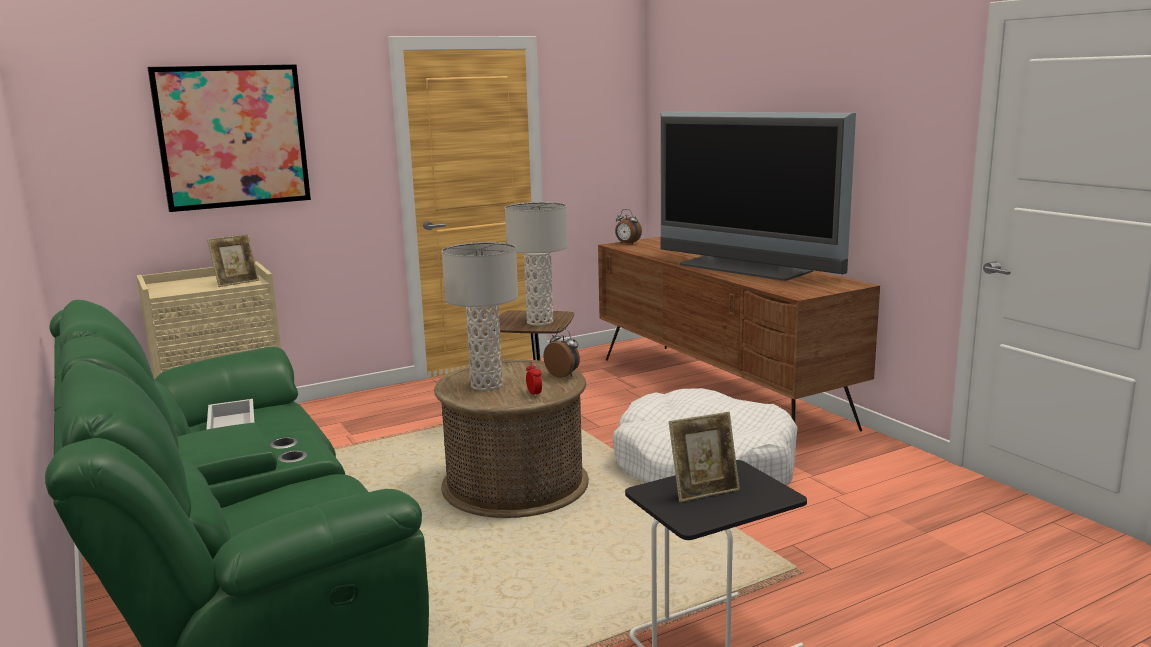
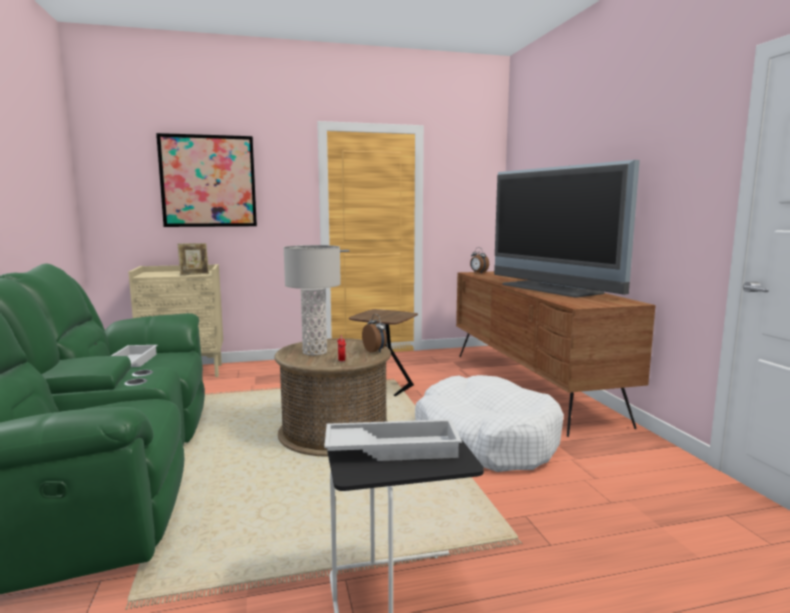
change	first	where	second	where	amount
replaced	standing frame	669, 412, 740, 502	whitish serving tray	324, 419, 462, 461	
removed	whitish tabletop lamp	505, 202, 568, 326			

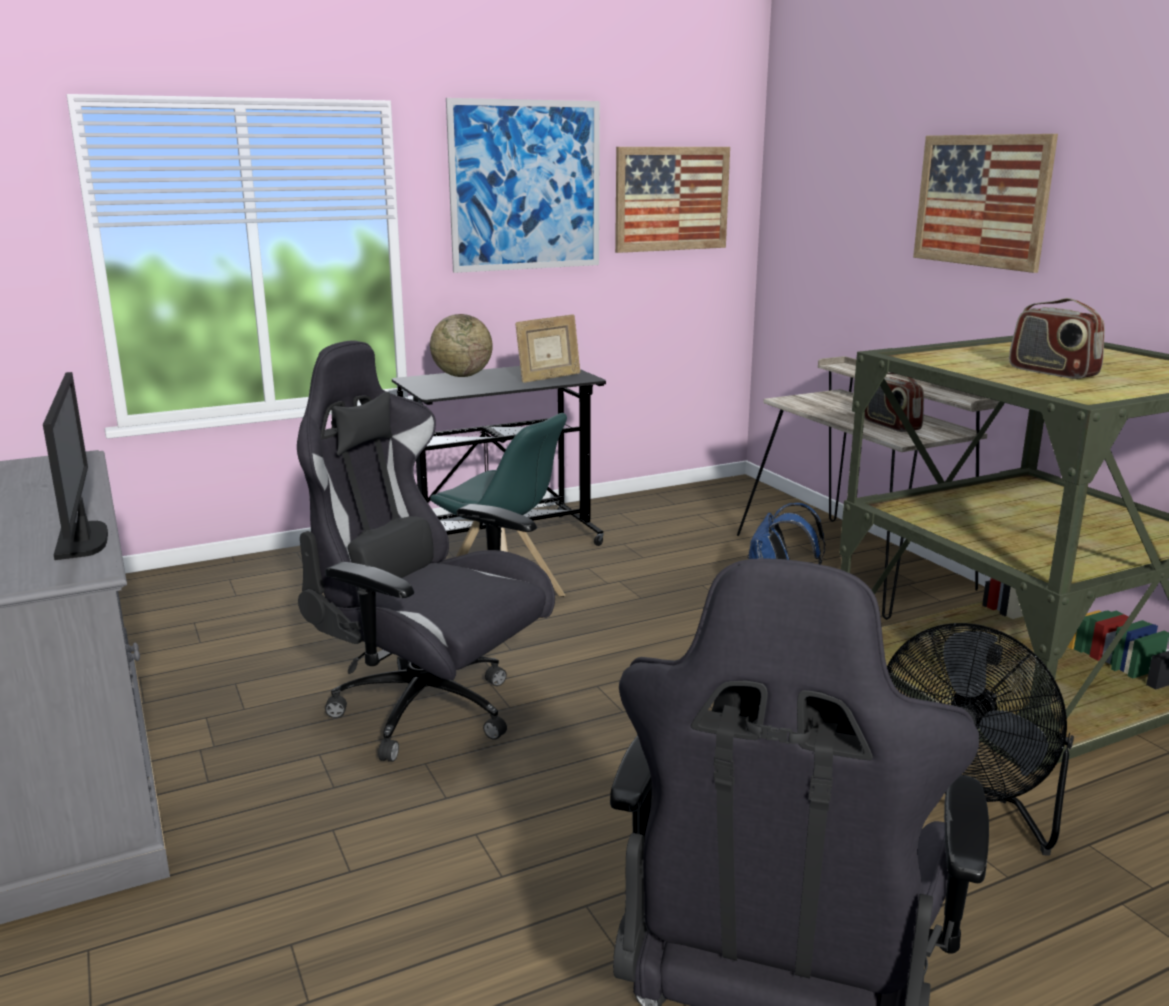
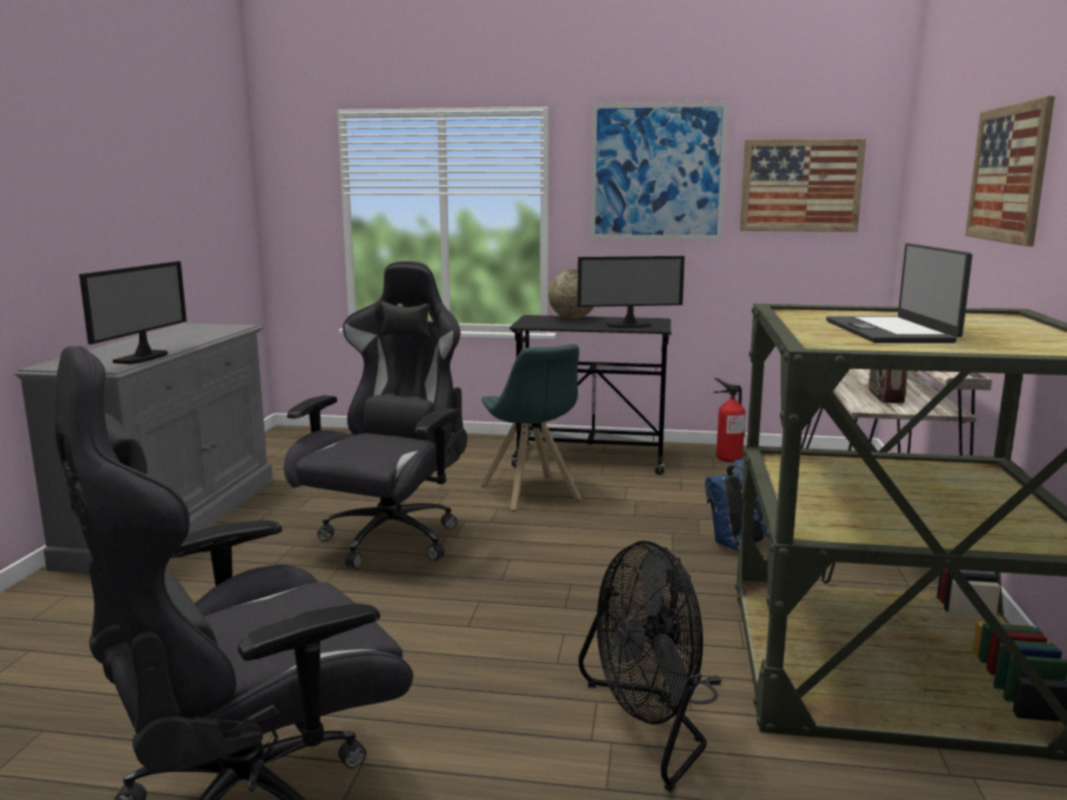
change	first	where	second	where	amount
turned	black-coloured desk chair	297, 340, 555, 762		284, 261, 467, 568	45 degrees clockwise
replaced	standing frame	515, 315, 580, 383	computer screen	577, 256, 685, 328	
added			fire extinguisher	714, 378, 745, 462	
replaced	radio set	1009, 298, 1105, 379	notebook computer	826, 243, 973, 343	

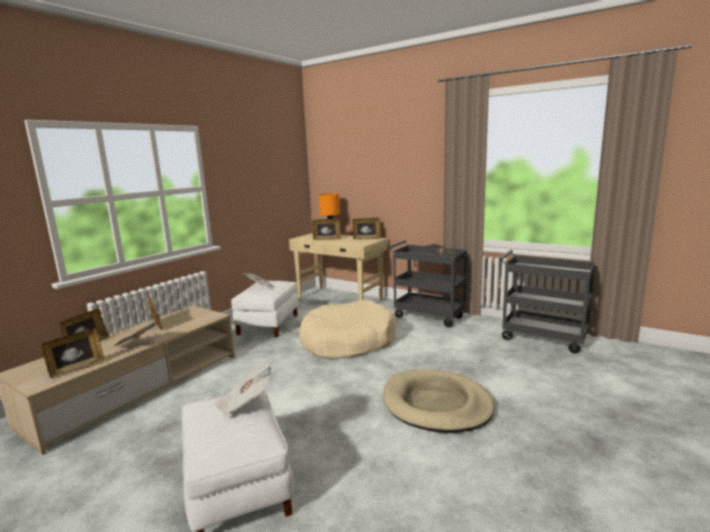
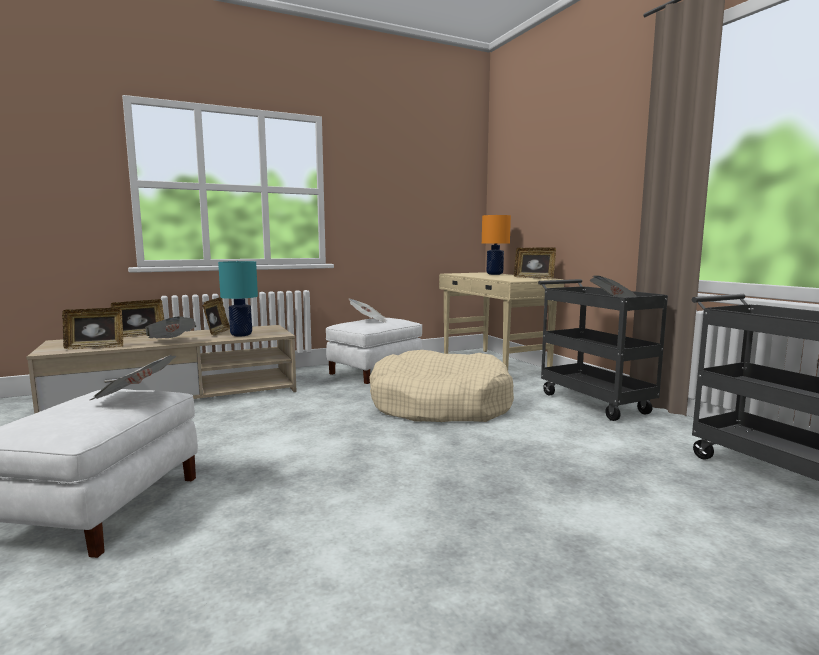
change	first	where	second	where	amount
added			turquoise tabletop lamp	218, 261, 258, 337	
removed	standing frame	312, 218, 340, 240			
removed	sand-coloured pet bed	383, 369, 495, 433			

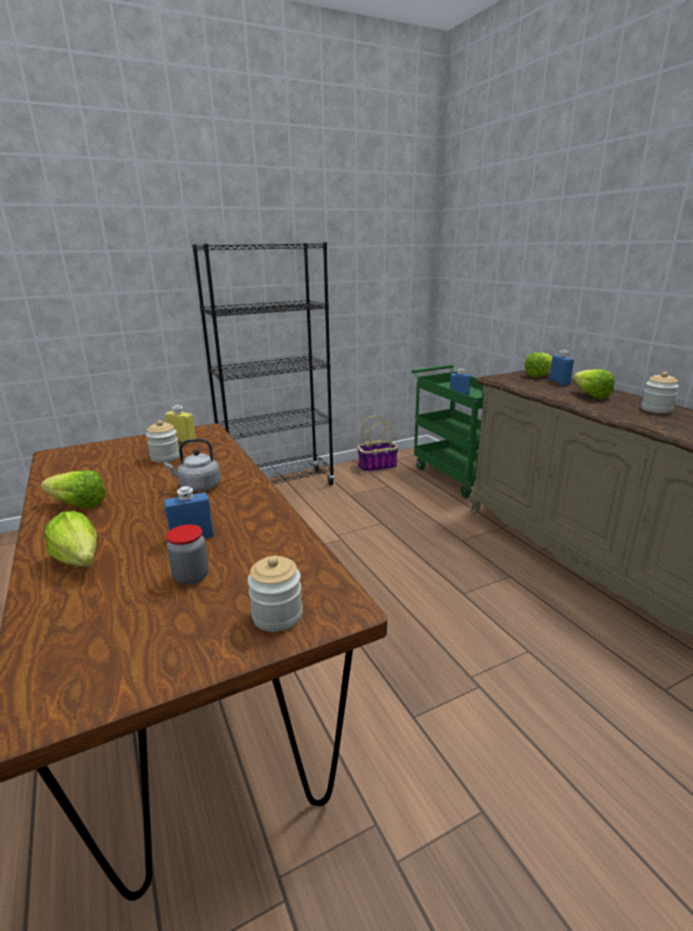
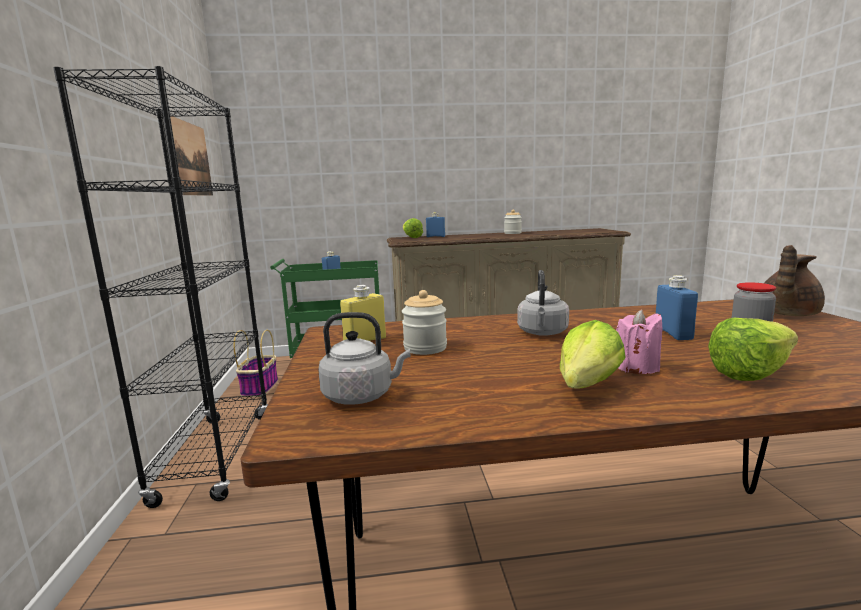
change	first	where	second	where	amount
added			picture	170, 115, 213, 196	
added			grey water kettle	318, 312, 410, 405	
added			pink-coloured candle	616, 309, 662, 374	
replaced	storage jar	248, 556, 303, 632	brown-coloured teapot	764, 245, 825, 316	
removed	head of lettuce	573, 369, 615, 399			

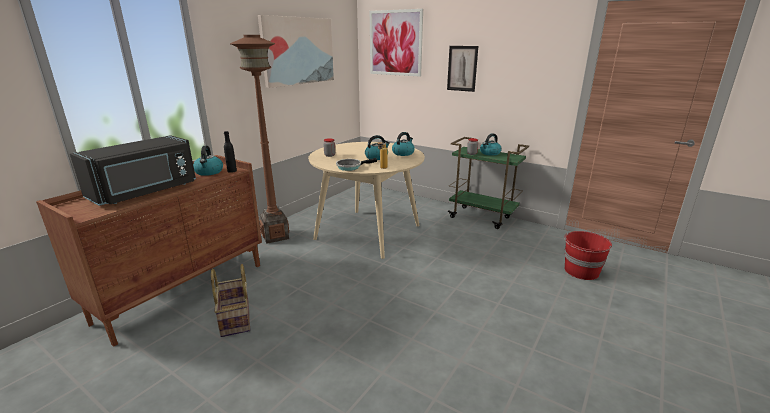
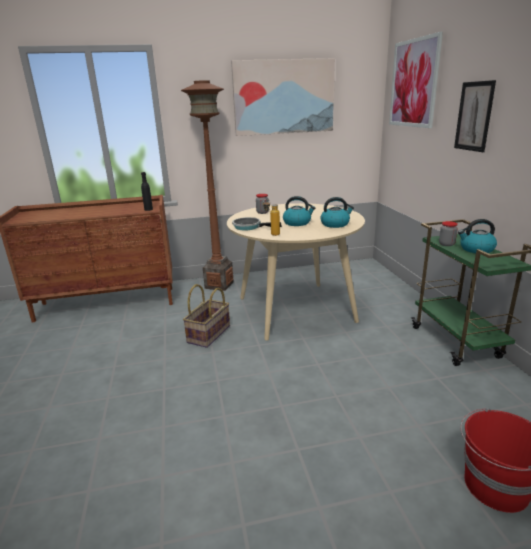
change	first	where	second	where	amount
moved	basket	211, 264, 250, 337		183, 284, 230, 348	
removed	black-coloured kitchen microwave	70, 135, 196, 206			
removed	water kettle	193, 146, 223, 176			

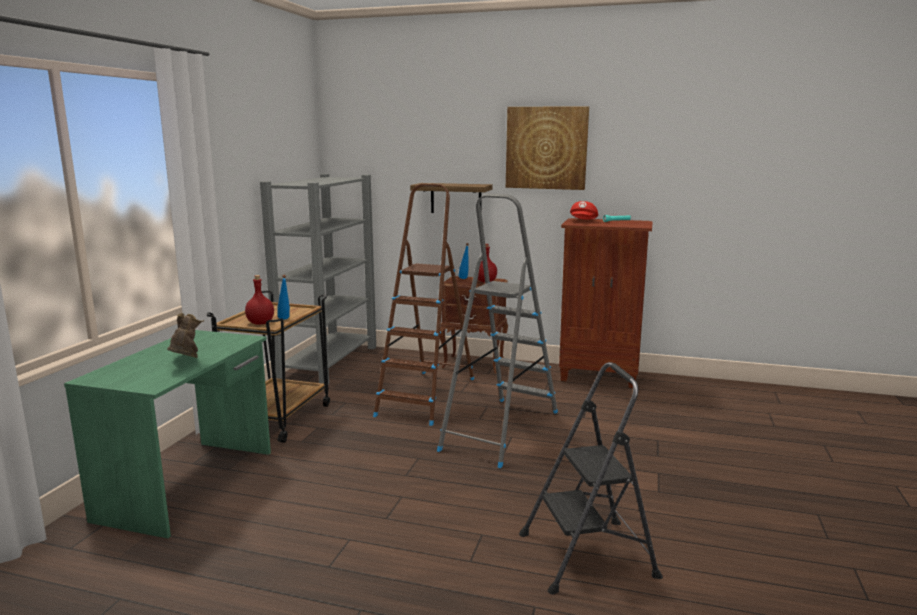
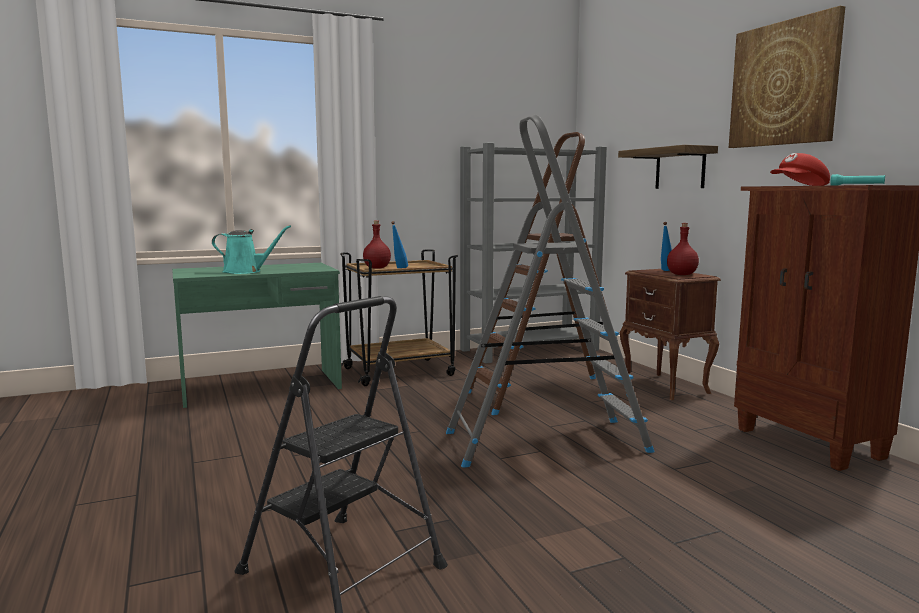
change	first	where	second	where	amount
replaced	brown-coloured tall boot	167, 313, 204, 358	turquoise sprinkling can	212, 225, 291, 274	

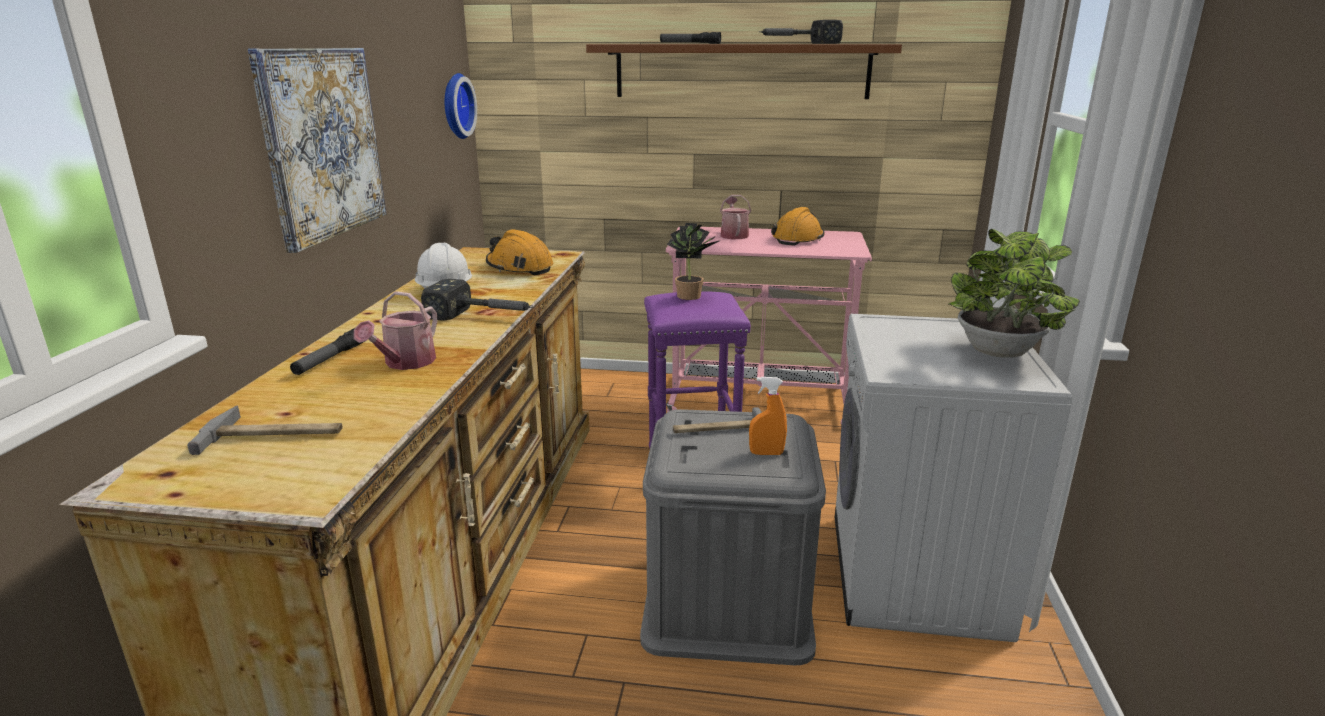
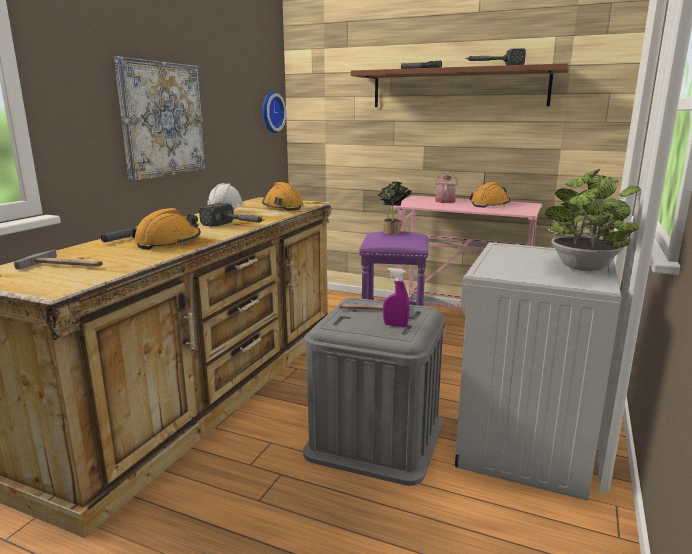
change	first	where	second	where	amount
replaced	sprinkling can	354, 291, 437, 370	orange safety helmet	132, 208, 201, 250	
recoloured	orange sprayer	749, 377, 787, 455	purplish sprayer	383, 268, 409, 327	

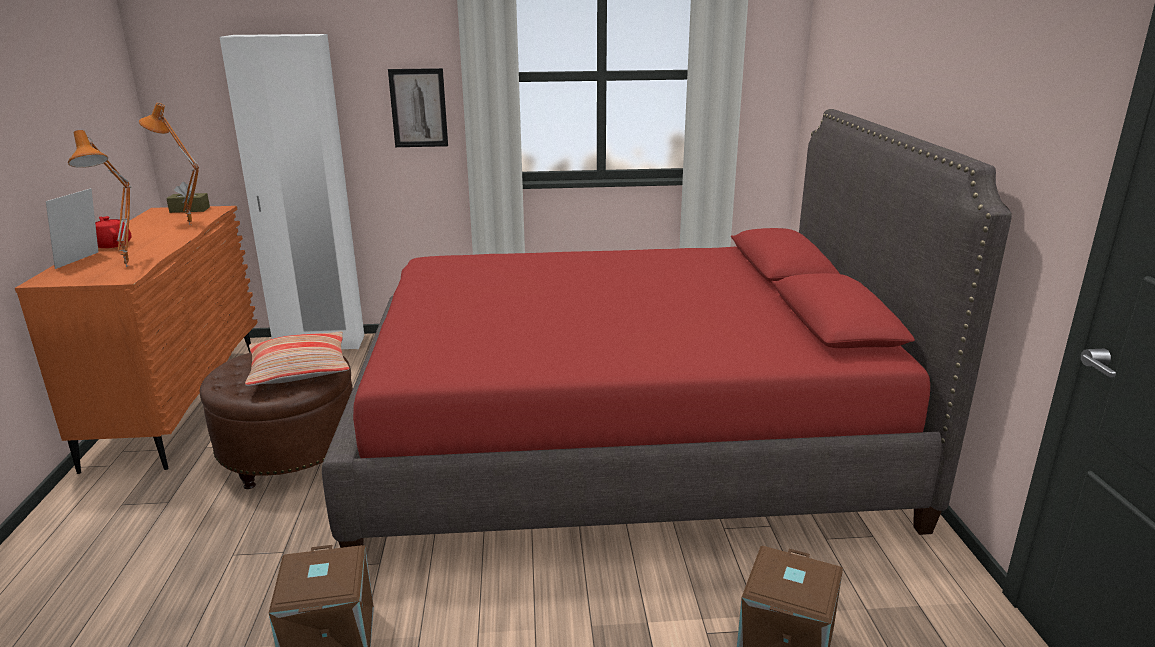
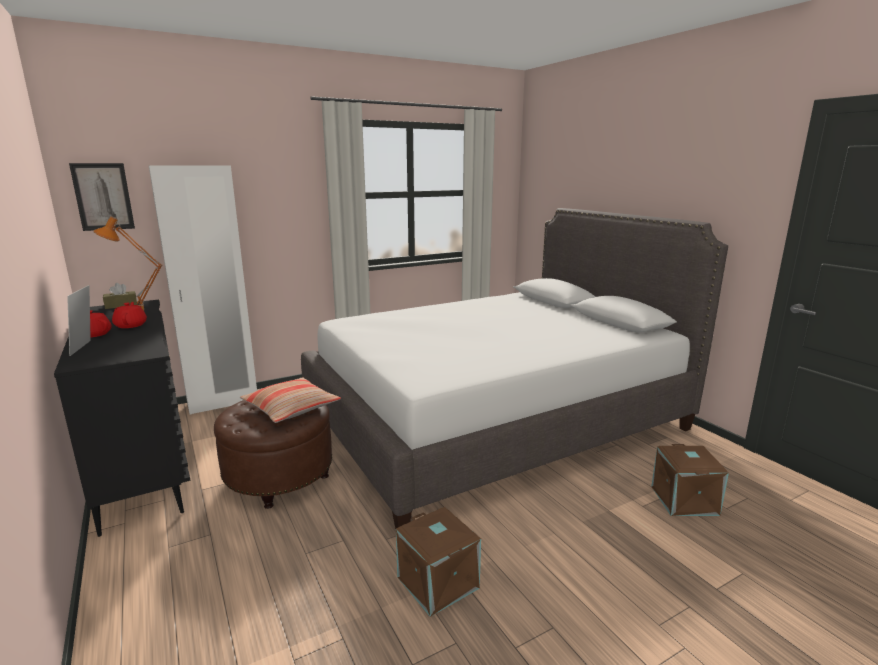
change	first	where	second	where	amount
recoloured	orange chest of drawers	15, 206, 258, 474	black-coloured chest of drawers	54, 300, 191, 537	
moved	picture	388, 68, 448, 147		69, 163, 135, 231	
added			red-coloured teapot	112, 302, 147, 328	
recoloured	red-coloured sleeping bed	322, 109, 1012, 548	whitish sleeping bed	301, 208, 728, 530	
removed	orange tabletop lamp	68, 130, 132, 267			

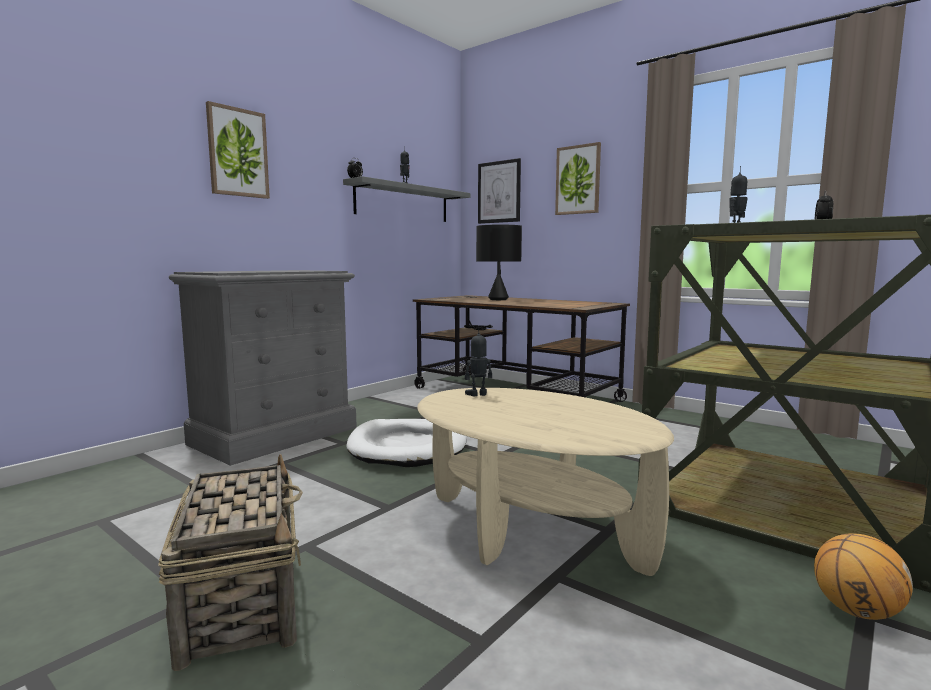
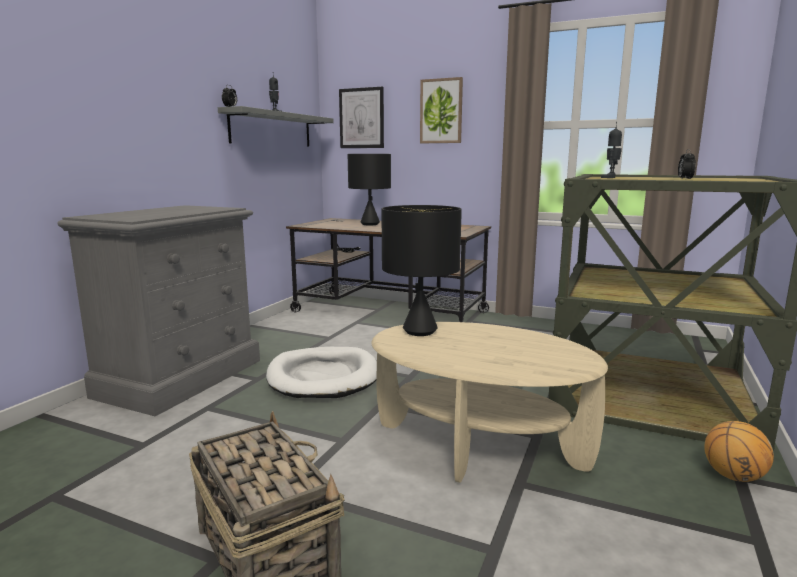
change	first	where	second	where	amount
replaced	model robot	465, 326, 492, 396	black-coloured tabletop lamp	382, 205, 462, 336	
removed	picture	206, 101, 270, 199			

